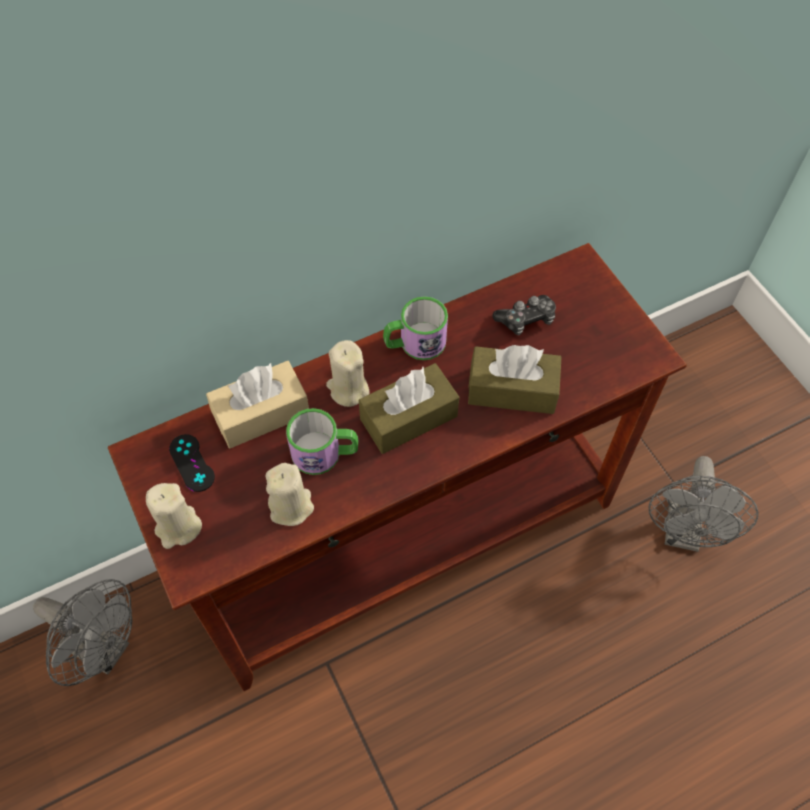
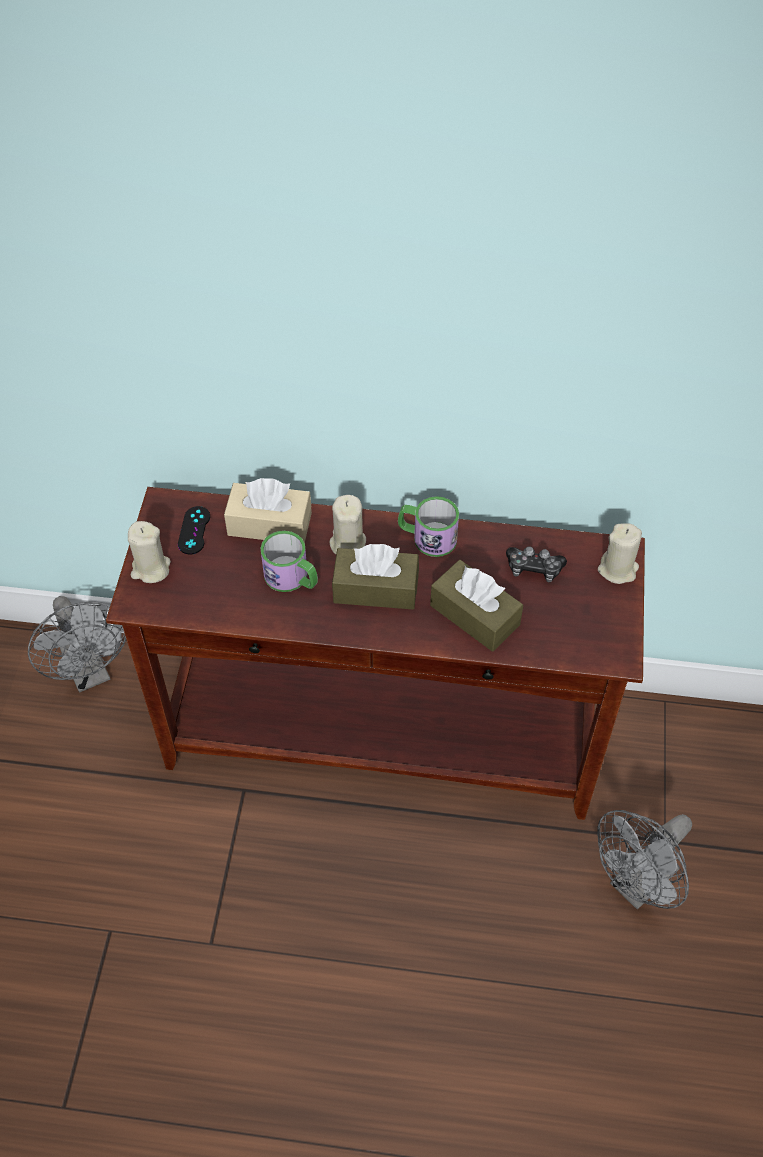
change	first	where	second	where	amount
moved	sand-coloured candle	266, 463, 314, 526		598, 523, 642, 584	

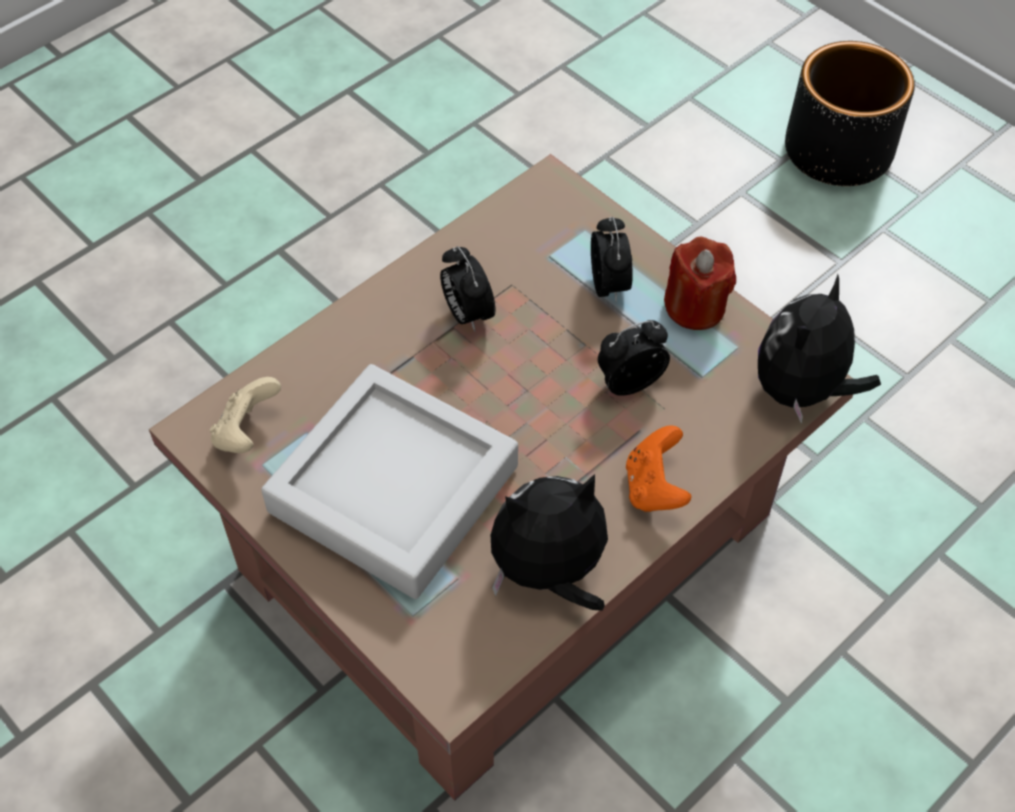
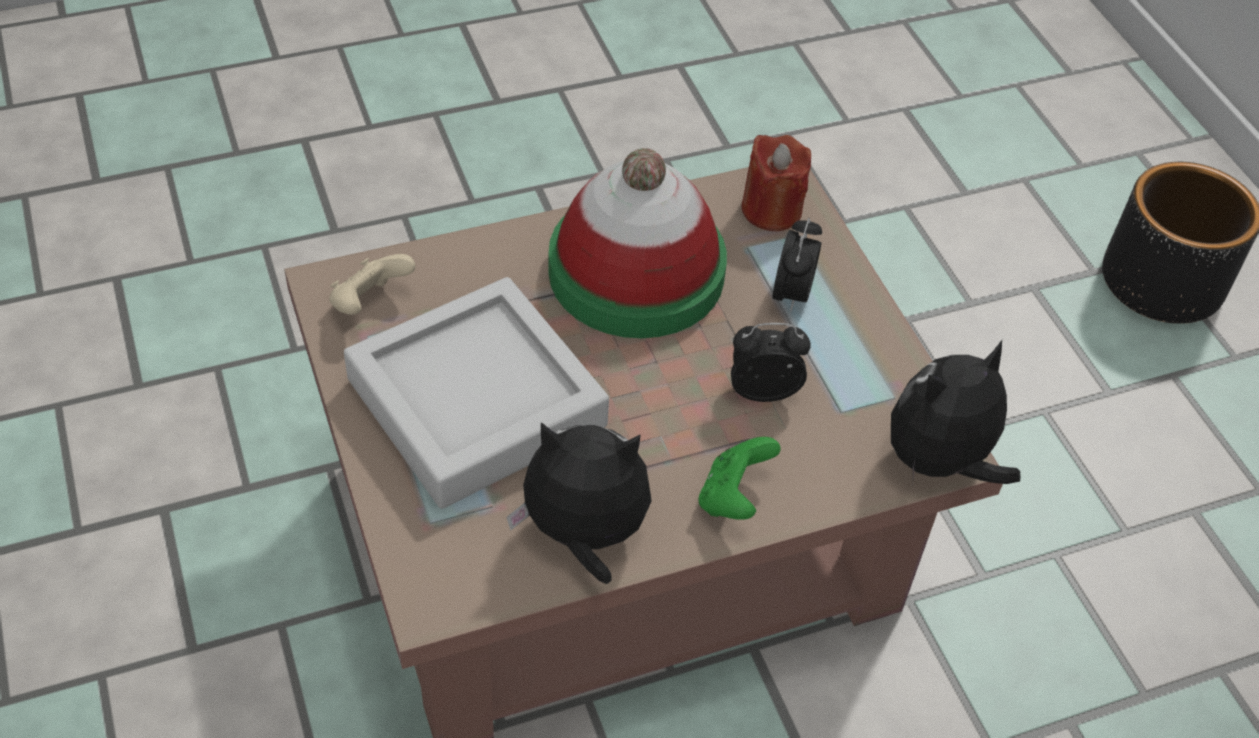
change	first	where	second	where	amount
replaced	bedside clock	440, 246, 495, 331	hat	548, 148, 727, 338	
recoloured	orange joypad	626, 425, 691, 512	greenish joypad	699, 437, 780, 520	
moved	red-coloured candle	664, 237, 736, 330		741, 135, 811, 231	

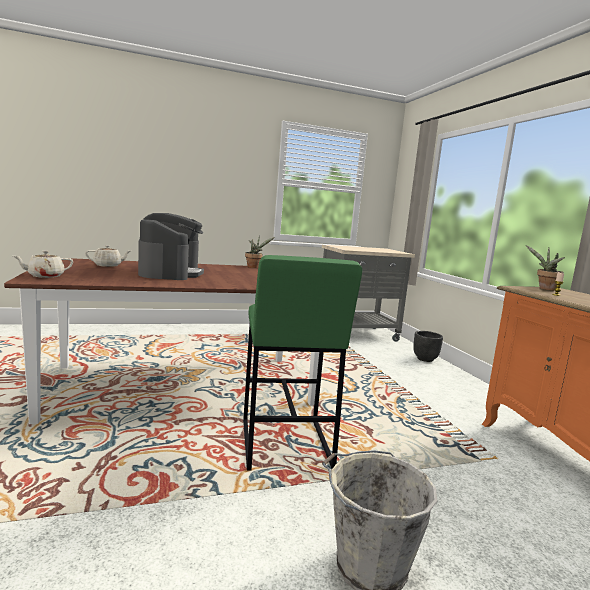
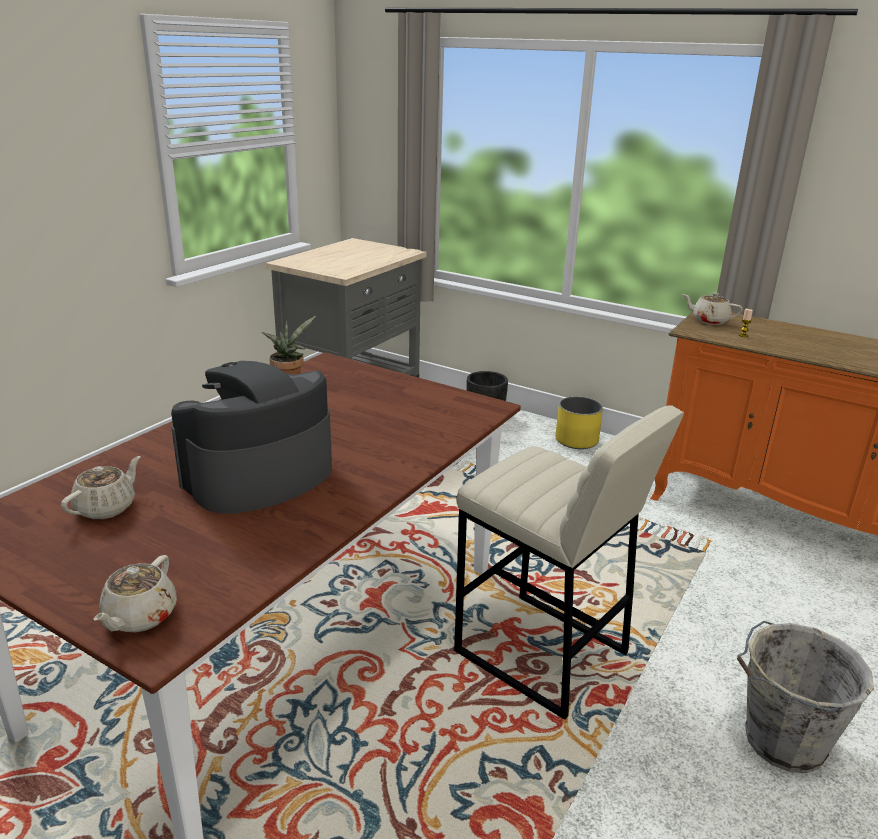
change	first	where	second	where	amount
turned	coffee maker	138, 213, 204, 280		171, 361, 332, 514	90 degrees counterclockwise
recoloured	greenish sitting stool	243, 255, 362, 471	sand-coloured sitting stool	454, 405, 684, 720	
added			yellowish planter	555, 397, 603, 449	
replaced	plant in a pot	526, 245, 565, 291	sand-coloured teapot	682, 292, 743, 325	

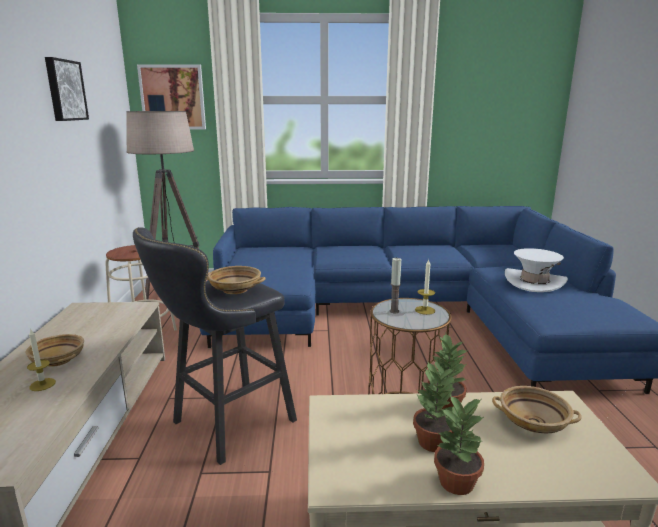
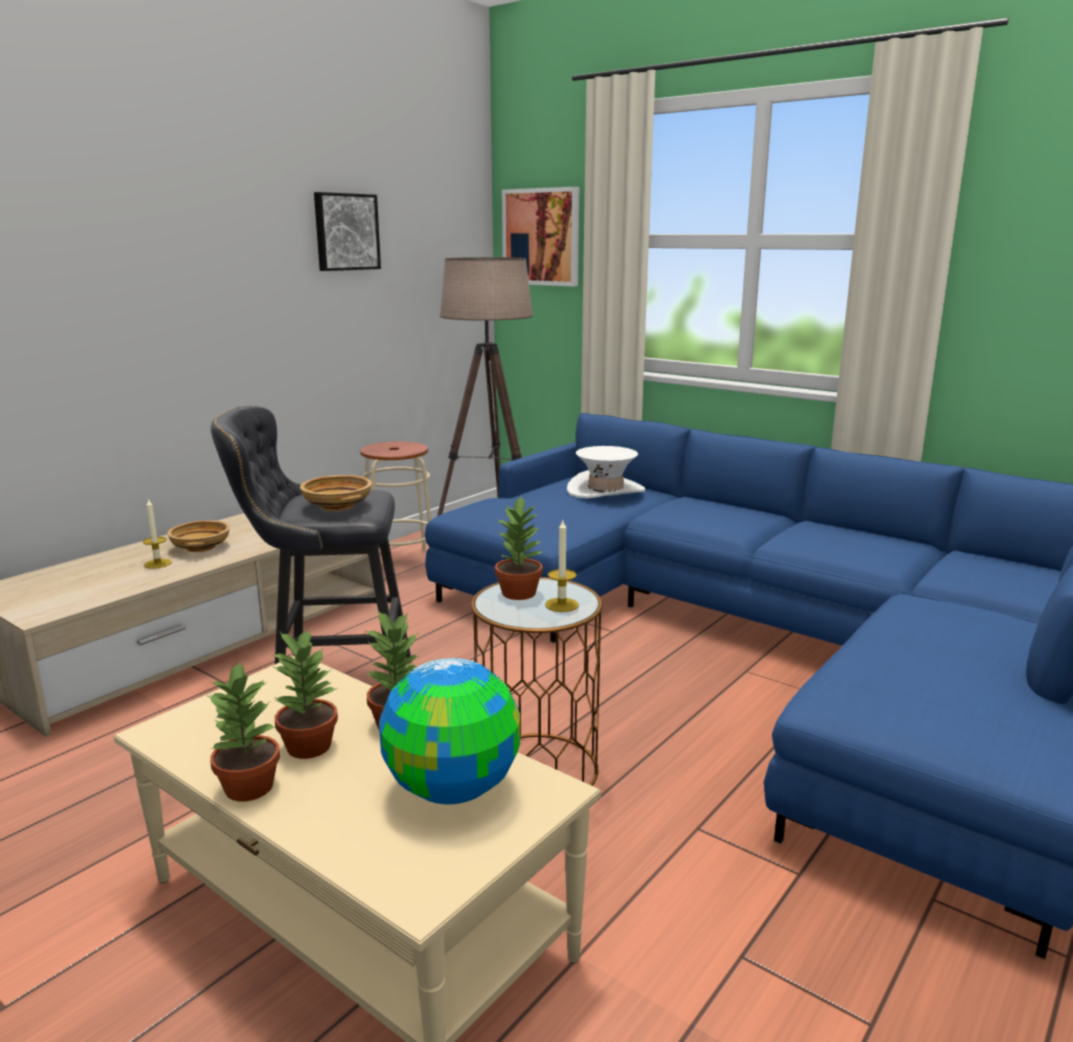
change	first	where	second	where	amount
replaced	sand-coloured bowl	492, 386, 582, 433	world globe	379, 658, 520, 804	
replaced	candle	390, 258, 401, 313	plant in a pot	495, 495, 542, 600	
moved	whitish hat	505, 248, 568, 292		567, 446, 645, 498	

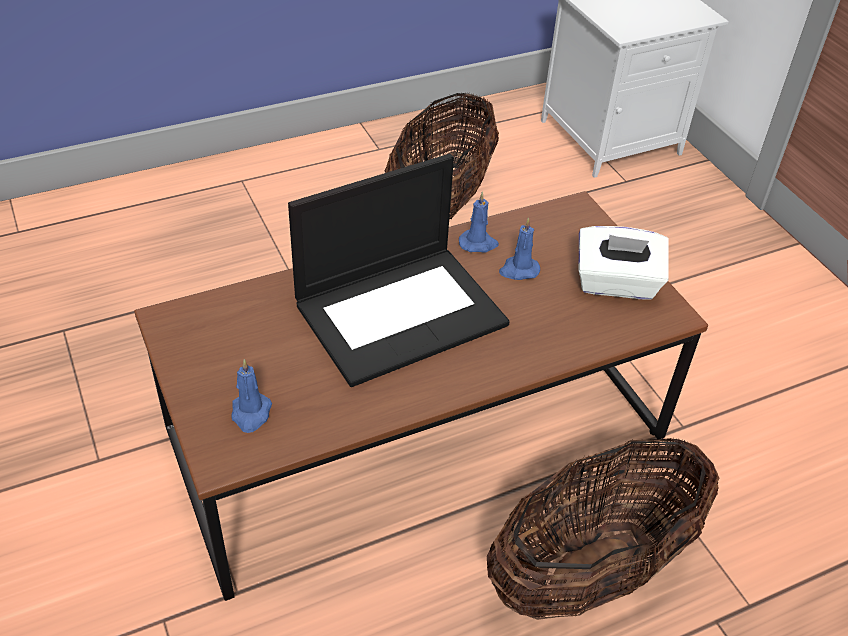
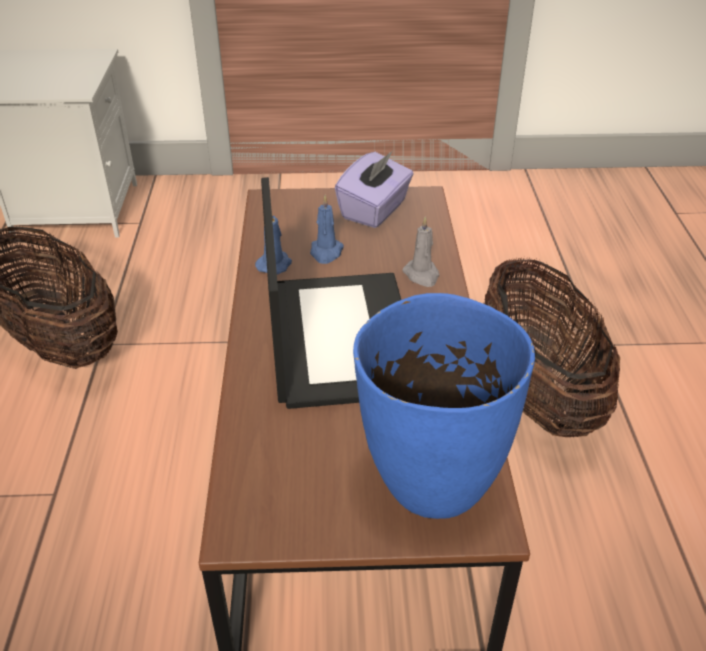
change	first	where	second	where	amount
recoloured	whitish box of tissues	579, 226, 669, 300	purplish box of tissues	335, 151, 414, 228	
replaced	blue-coloured candle	232, 359, 272, 433	blue-coloured vase	353, 293, 535, 519	
added			grey candle	402, 216, 439, 287	

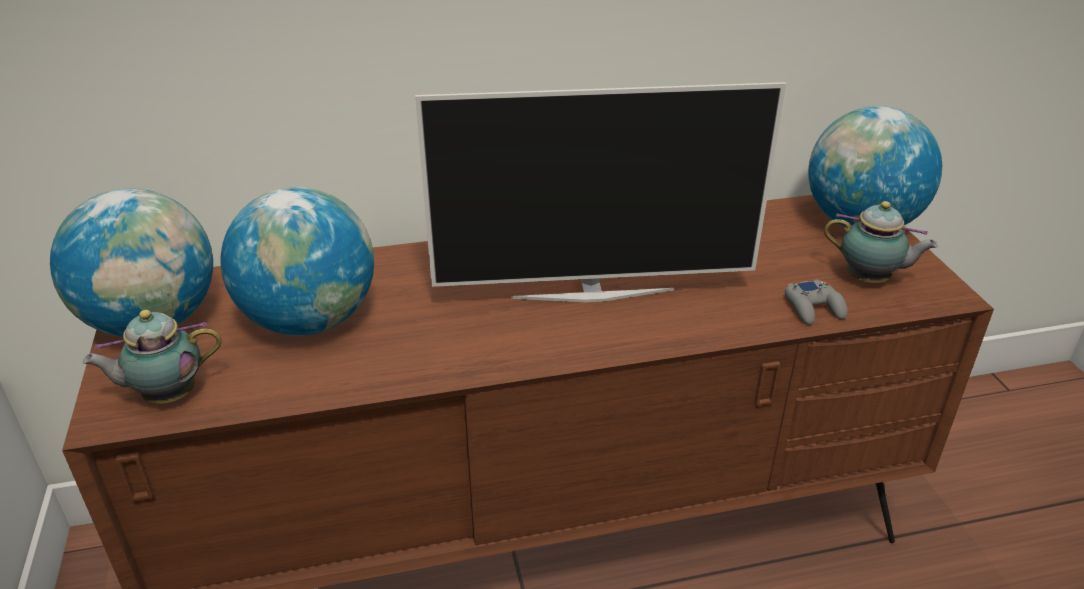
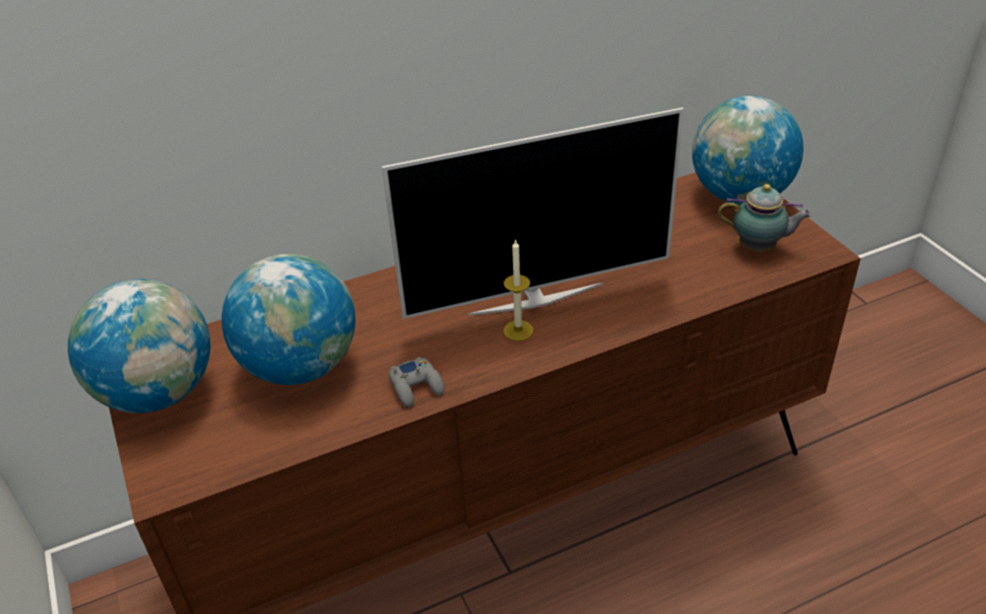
change	first	where	second	where	amount
moved	grey joypad	785, 279, 848, 325		389, 357, 444, 407	
added			candle	503, 239, 534, 341	
removed	teapot	83, 310, 222, 404			

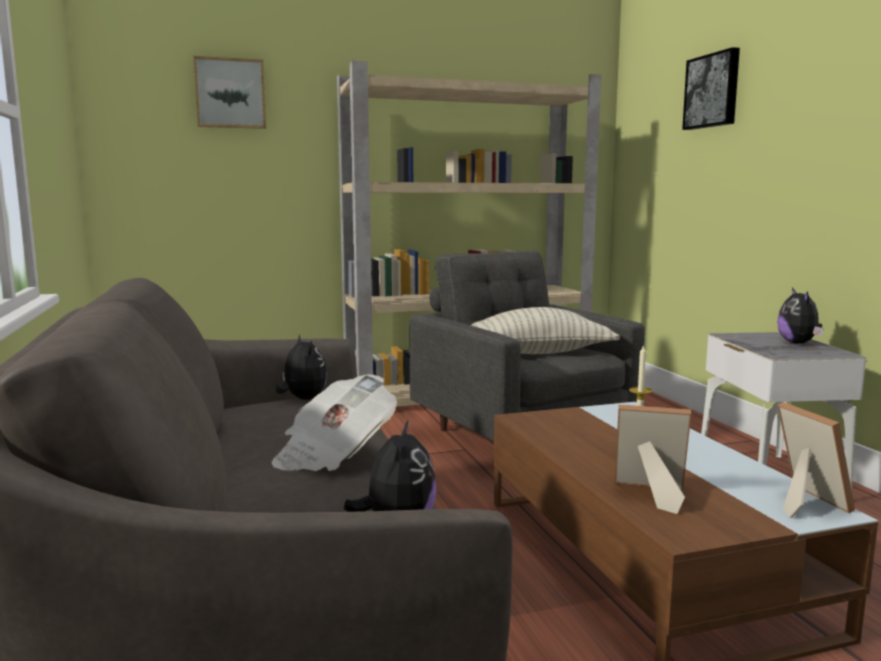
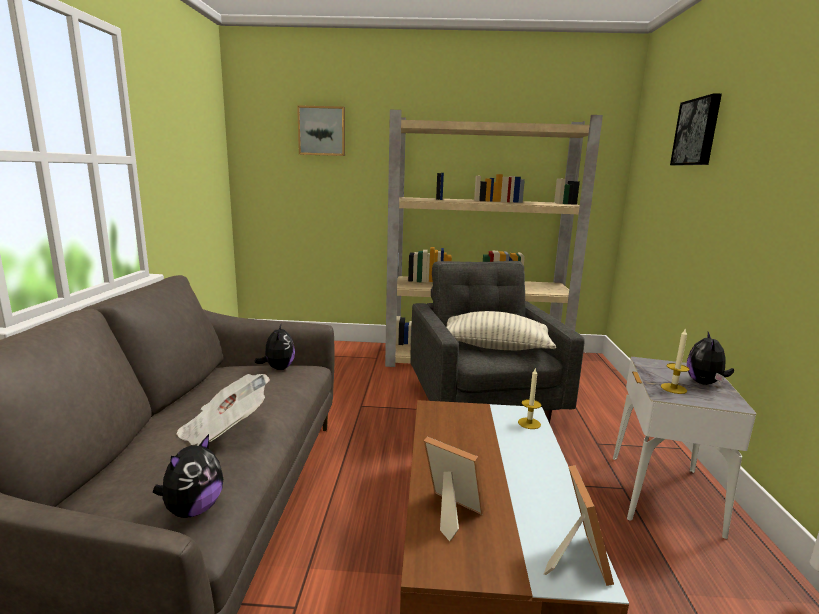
change	first	where	second	where	amount
added			candle	661, 328, 689, 394	

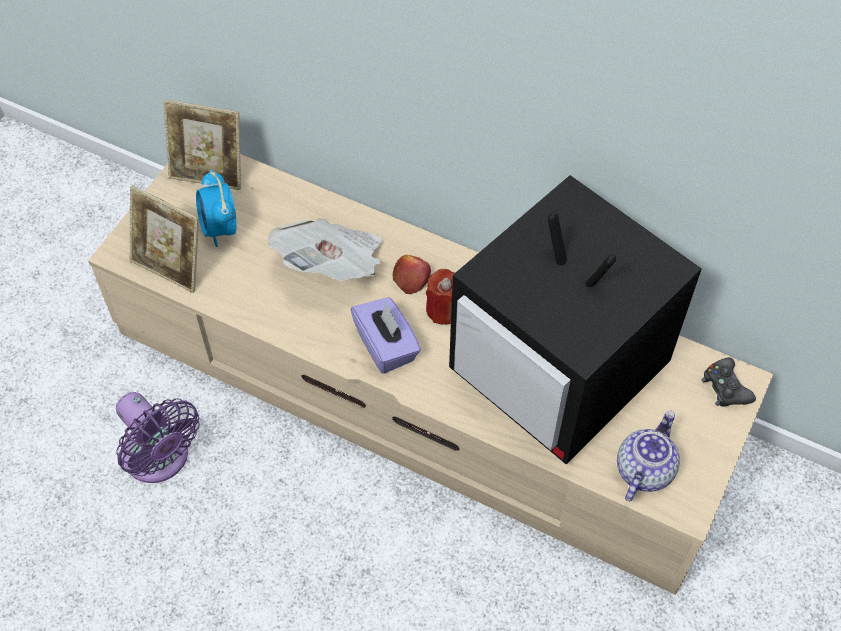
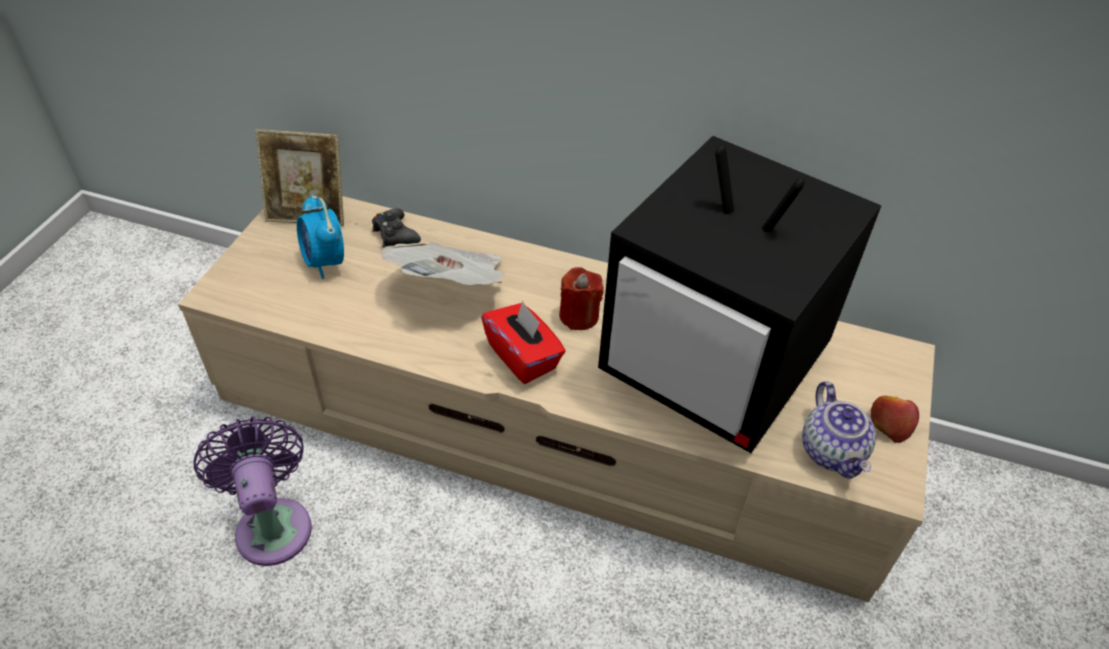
change	first	where	second	where	amount
turned	purplish electric fan	116, 392, 199, 483		194, 416, 312, 566	150 degrees counterclockwise
moved	black-coloured joypad	702, 357, 756, 407		372, 208, 421, 248	
recoloured	purplish box of tissues	351, 297, 421, 374	red-coloured box of tissues	481, 301, 566, 384	
turned	teapot	617, 411, 680, 501		802, 381, 876, 479	150 degrees clockwise
moved	apple	392, 255, 431, 294		871, 395, 919, 443	
removed	standing frame	130, 186, 199, 293			

